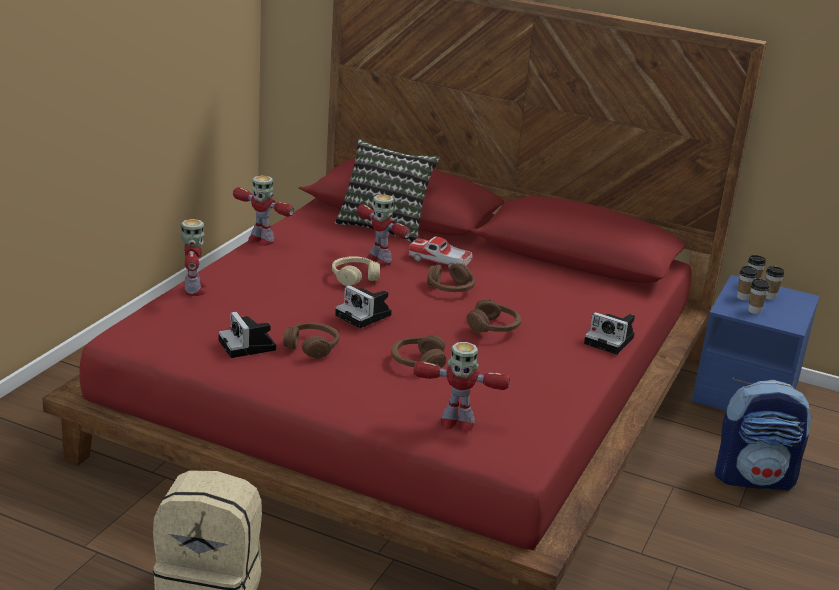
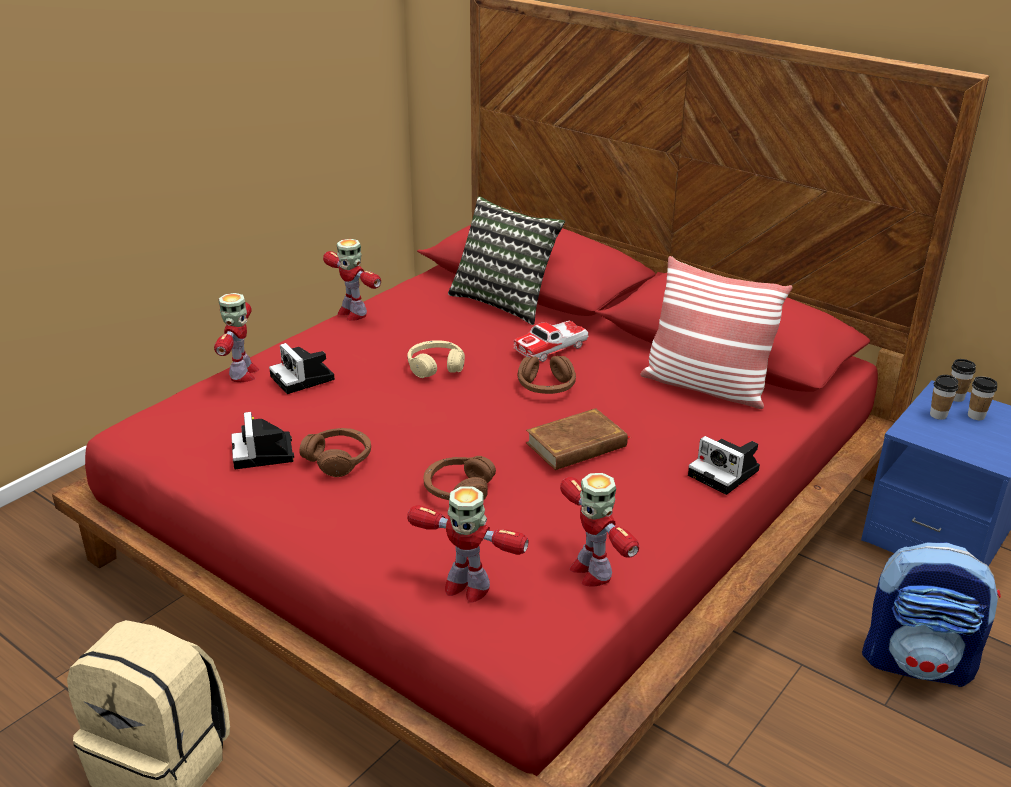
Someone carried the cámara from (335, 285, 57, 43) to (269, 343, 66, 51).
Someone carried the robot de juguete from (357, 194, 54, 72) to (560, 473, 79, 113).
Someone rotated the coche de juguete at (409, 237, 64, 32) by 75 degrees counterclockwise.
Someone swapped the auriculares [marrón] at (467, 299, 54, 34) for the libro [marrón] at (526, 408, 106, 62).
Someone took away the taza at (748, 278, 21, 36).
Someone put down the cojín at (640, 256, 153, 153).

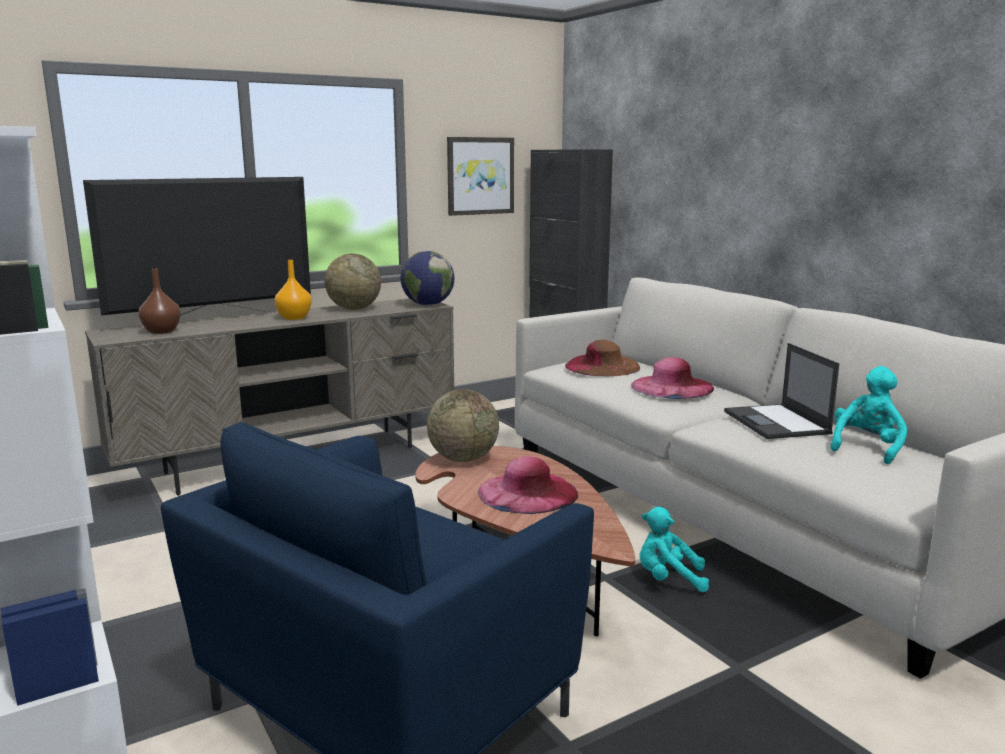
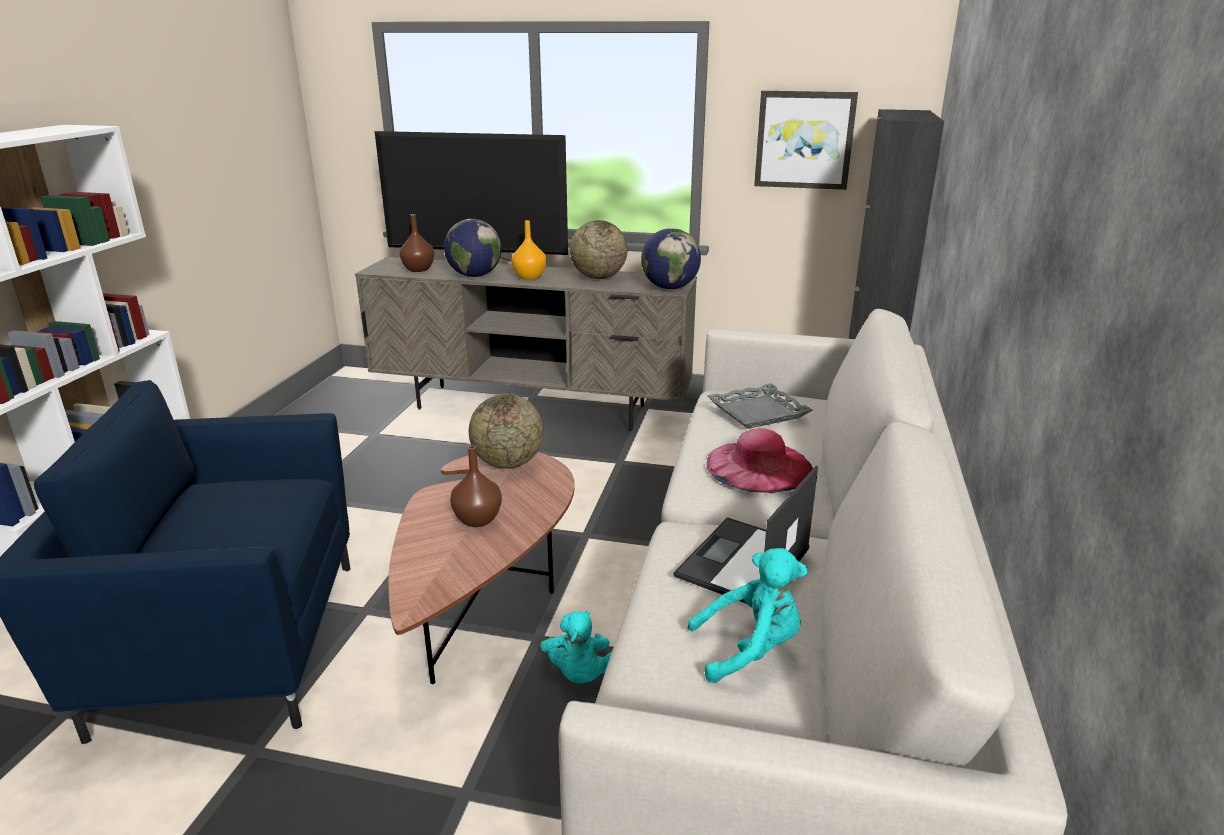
Someone swapped the sombrero [rosa] at (478, 456, 100, 58) for the florero [marrón] at (450, 446, 52, 81).
Someone swapped the sombrero [marrón] at (565, 340, 75, 36) for the bandeja [gris] at (707, 383, 106, 46).
Someone rotated the peluche [turquesa] at (640, 507, 69, 85) by 150 degrees counterclockwise.
Someone put down the globo terráqueo at (444, 219, 58, 58).

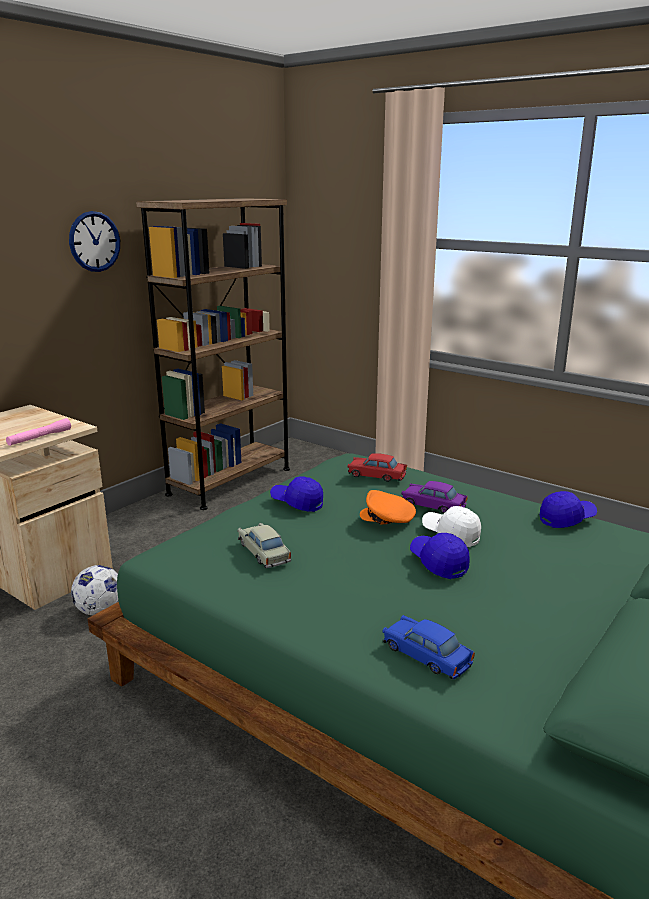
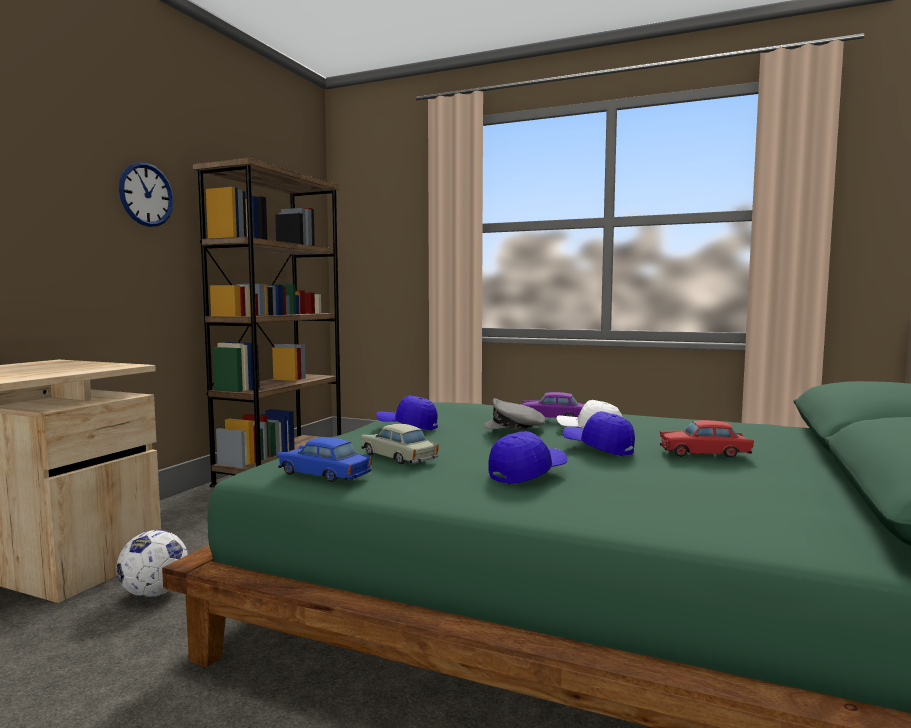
Someone took away the linterna [rosa] at (6, 418, 65, 28).
Someone carried the coche de juguete [rojo] from (348, 453, 59, 29) to (660, 420, 94, 38).
Someone repainted the gorra [naranja] at (360, 490, 56, 34), which became the gorra [gris] at (484, 398, 61, 31).
Someone carried the coche de juguete [azul] from (382, 615, 93, 64) to (277, 437, 95, 45).
Someone carried the gorra [azul] from (540, 491, 57, 37) to (489, 431, 78, 53).

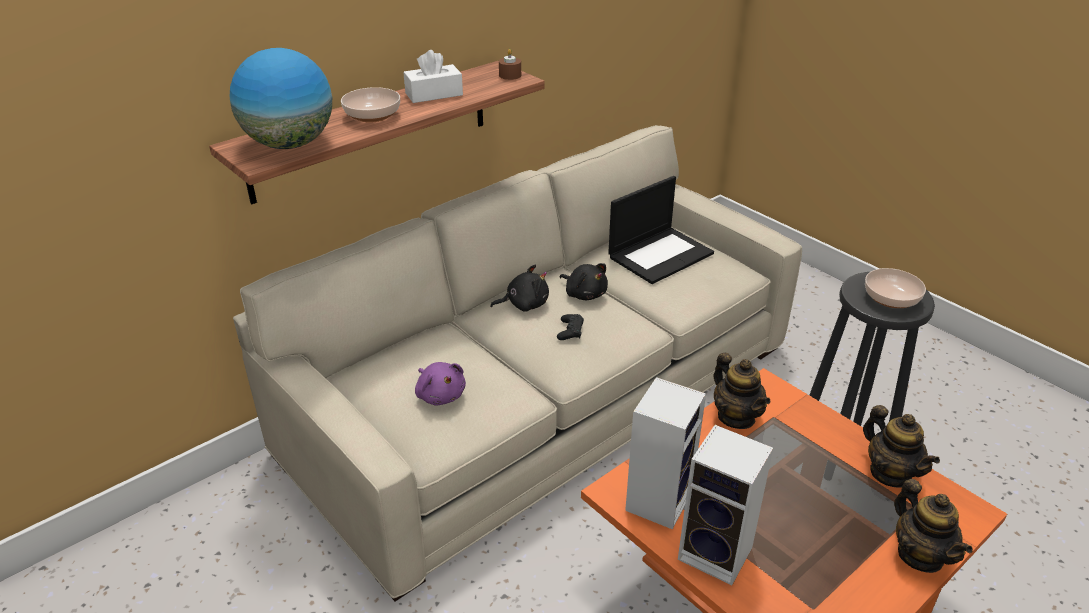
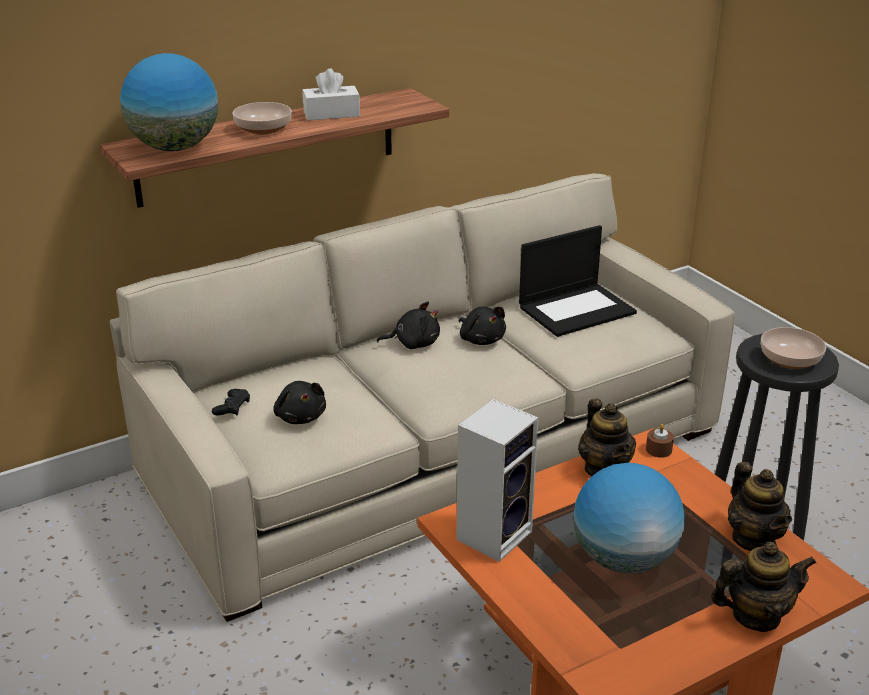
Someone repainted the peluche [morado] at (415, 362, 51, 43), which became the peluche [negro] at (273, 381, 53, 43).
Someone carried the vela [marrón] from (499, 49, 22, 31) to (646, 424, 28, 34).
Someone carried the mando de consola [negro] from (557, 314, 27, 26) to (212, 389, 38, 26).
Someone took away the altavoz at (678, 425, 95, 160).
Someone rotated the tetera at (894, 479, 79, 94) by 90 degrees counterclockwise.
Someone put down the globo terráqueo at (574, 463, 111, 111).

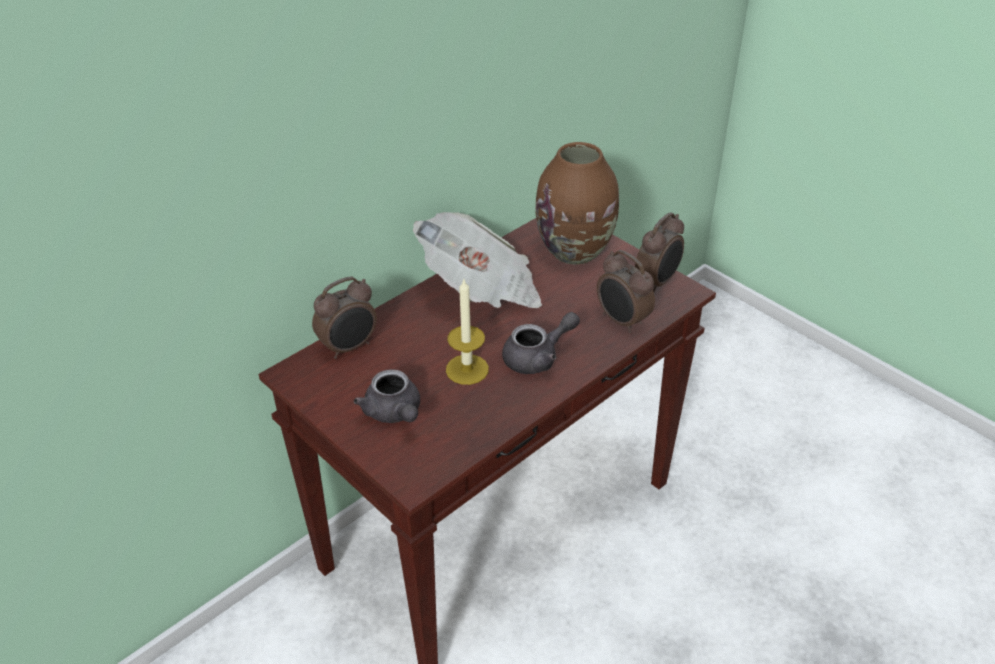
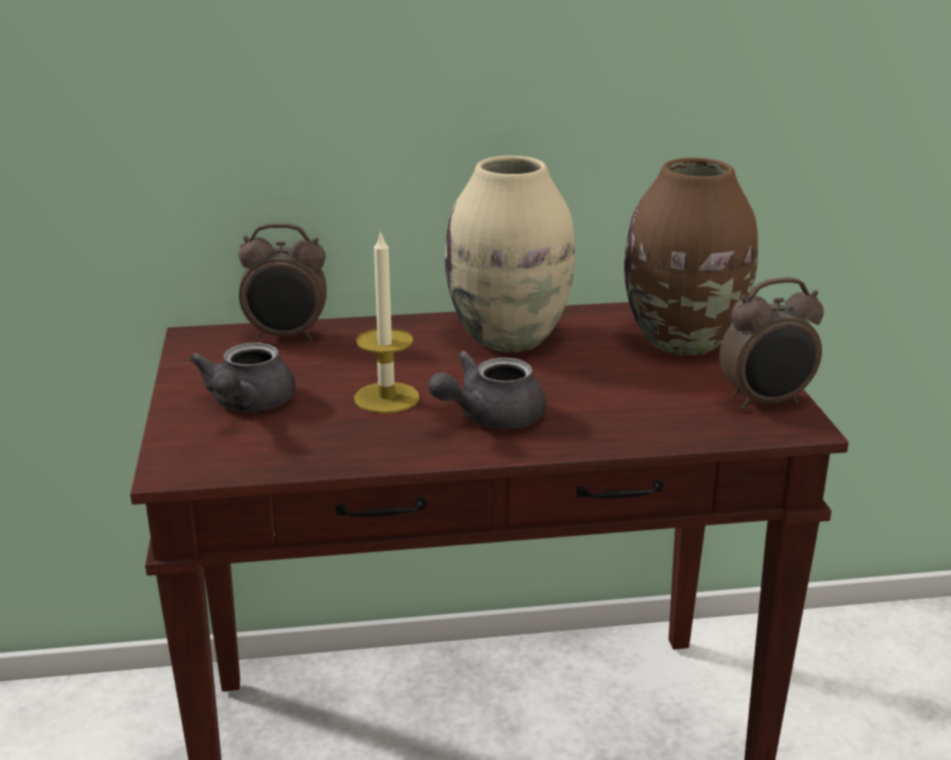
Someone swapped the periódico at (413, 212, 129, 96) for the florero [beis] at (445, 156, 130, 196).
Someone rotated the tetera [gris] at (502, 312, 78, 62) by 135 degrees clockwise.
Someone took away the despertador at (597, 250, 58, 83).

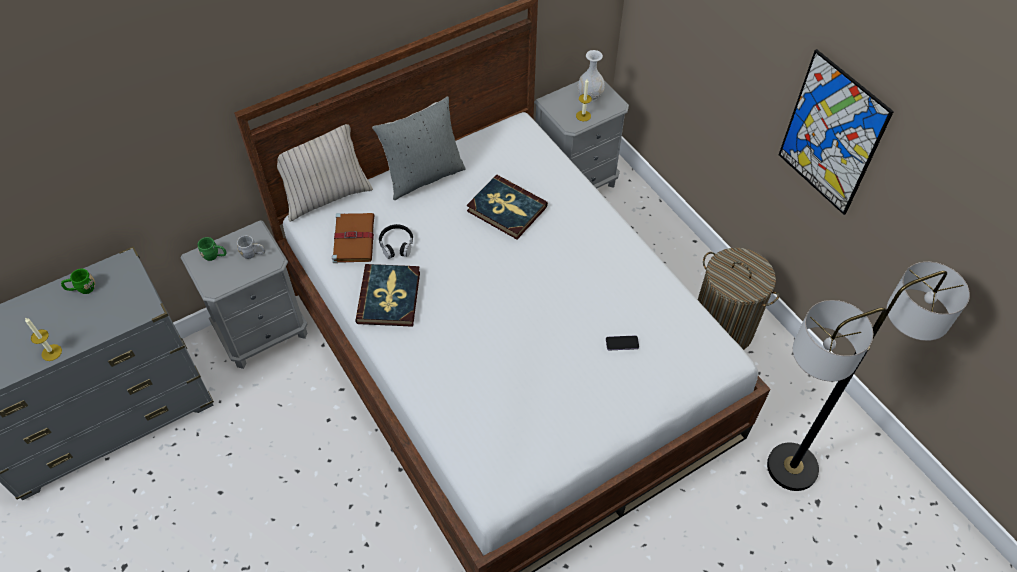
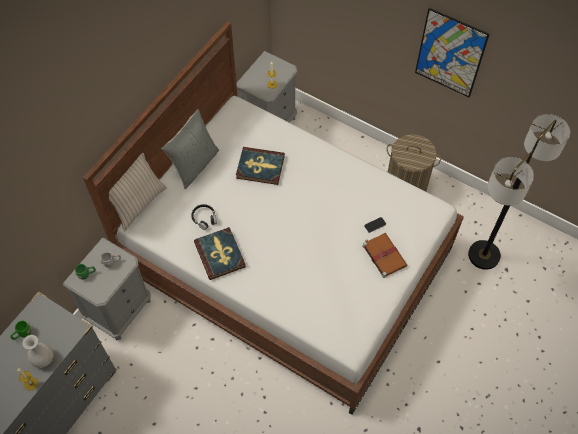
Someone carried the libro [marrón] from (332, 213, 42, 50) to (362, 233, 46, 45).
Someone carried the florero [blanco] from (578, 50, 27, 52) to (22, 335, 31, 33).

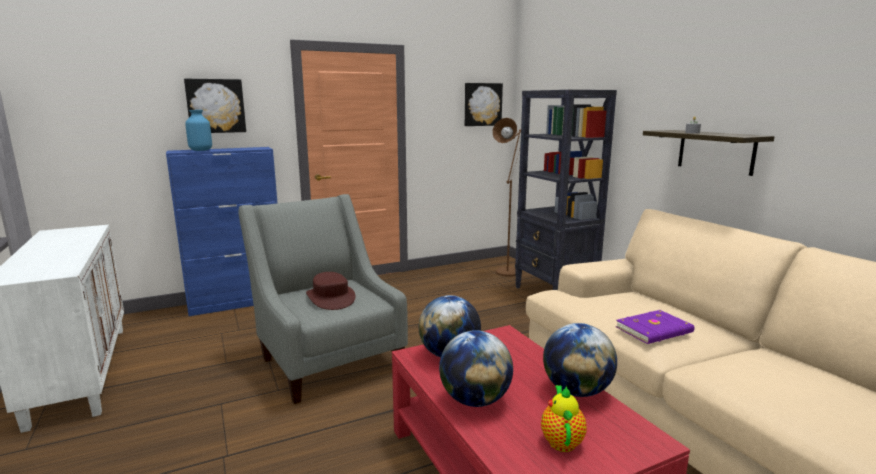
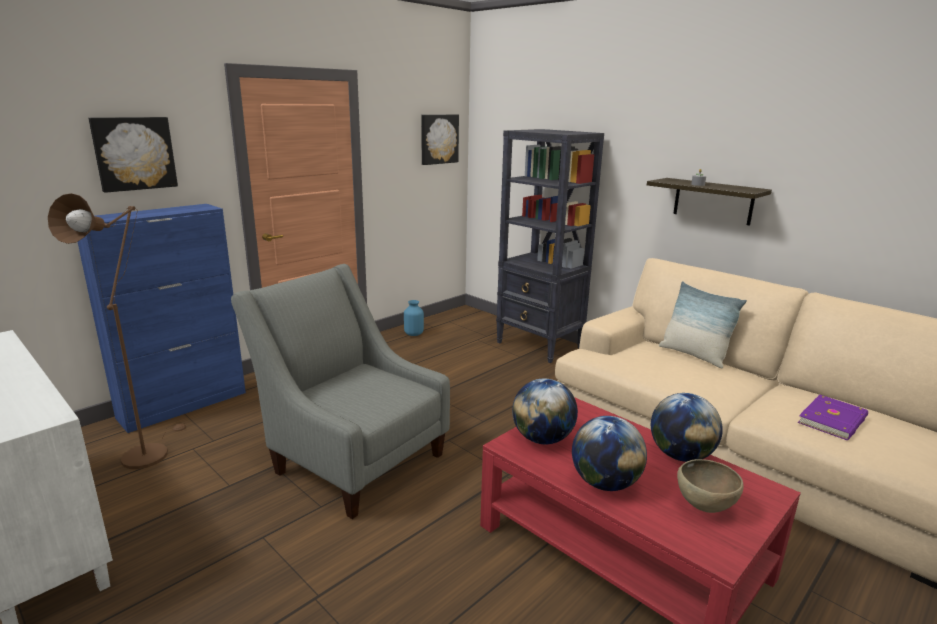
Someone carried the florero [azul] from (185, 110, 27, 41) to (404, 300, 20, 36).
Someone took away the sombrero [marrón] at (306, 272, 49, 38).
Someone carried the lámpara de pie [marrón] from (493, 118, 28, 159) to (48, 193, 138, 276).
Someone swapped the tetera at (541, 385, 46, 67) for the cuenco [marrón] at (677, 459, 67, 54).
Someone carried the libro [morado] from (616, 310, 78, 34) to (798, 395, 70, 45).
Someone put down the cojín at (659, 281, 88, 87).

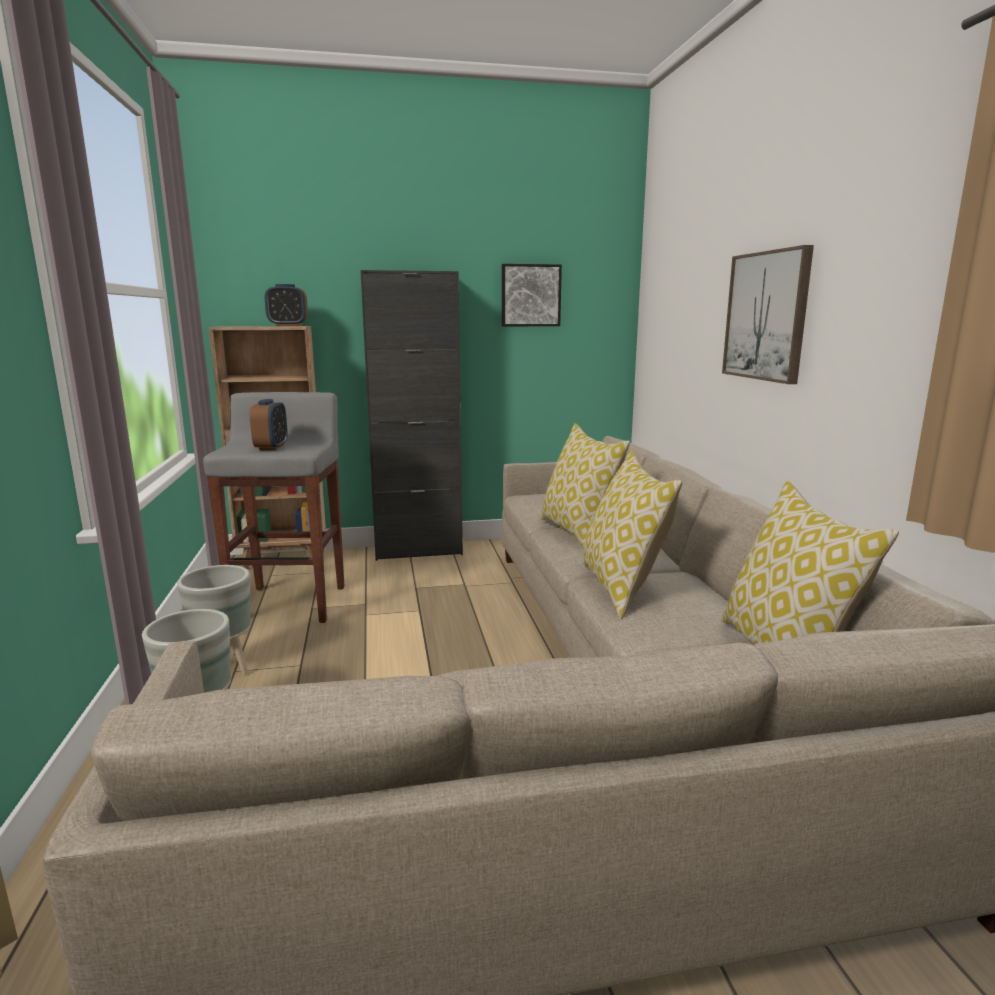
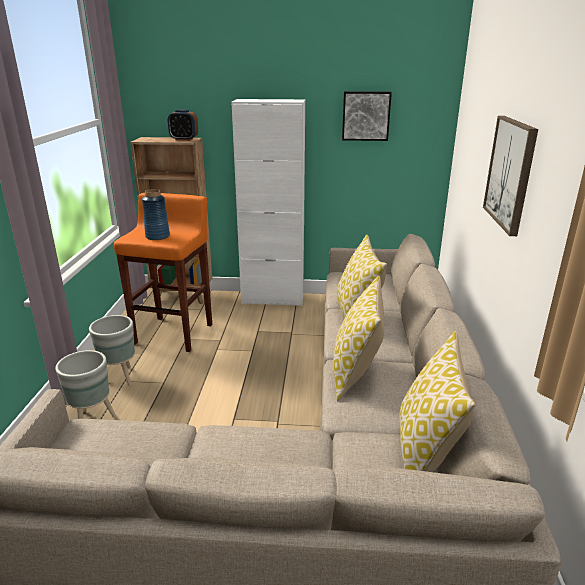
Someone repainted the taburete [gris] at (203, 392, 142, 231), which became the taburete [naranja] at (114, 193, 98, 159).
Someone swapped the despertador at (250, 399, 38, 51) for the florero [azul] at (142, 189, 28, 51).
Someone repainted the armario [negro] at (360, 270, 103, 291), which became the armario [blanco] at (232, 99, 73, 207).

